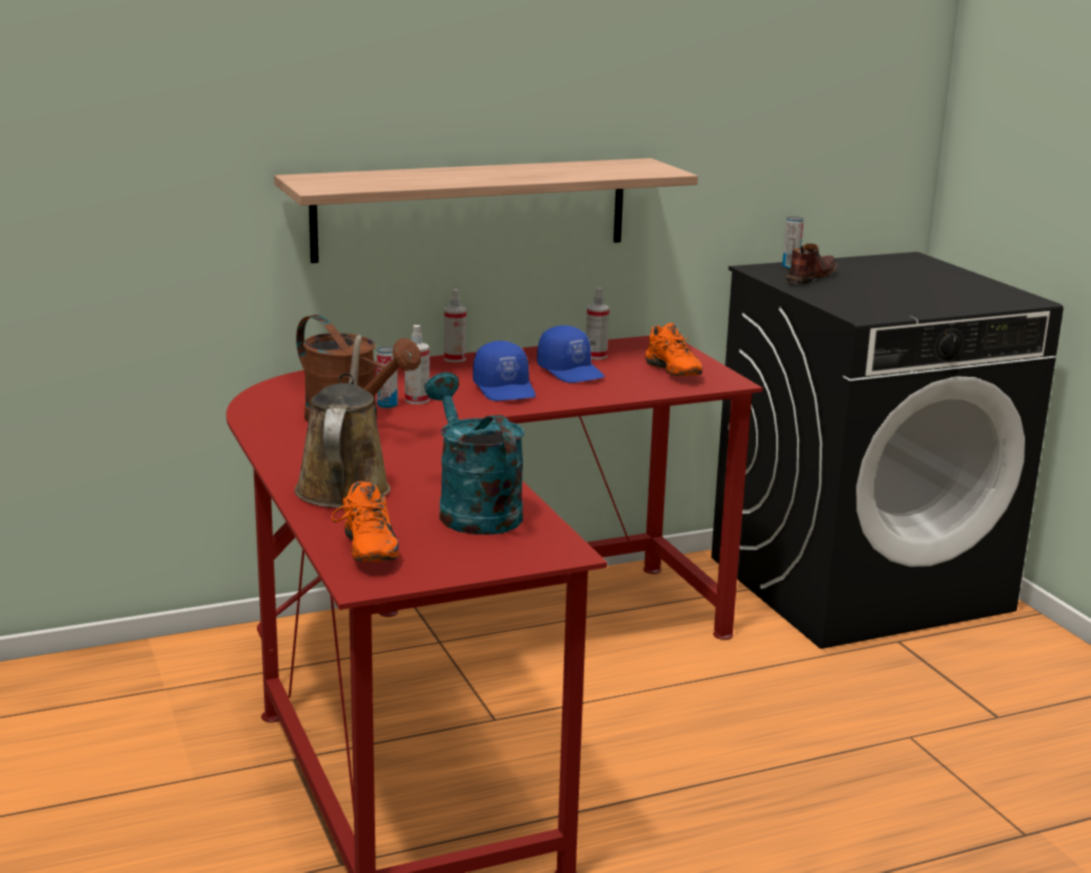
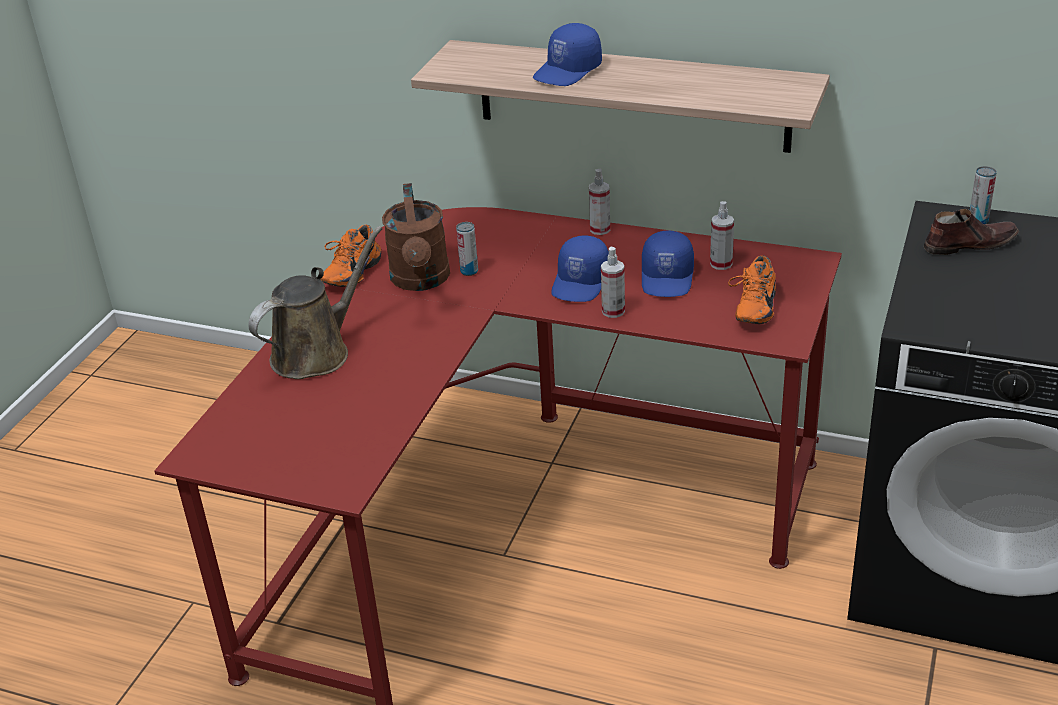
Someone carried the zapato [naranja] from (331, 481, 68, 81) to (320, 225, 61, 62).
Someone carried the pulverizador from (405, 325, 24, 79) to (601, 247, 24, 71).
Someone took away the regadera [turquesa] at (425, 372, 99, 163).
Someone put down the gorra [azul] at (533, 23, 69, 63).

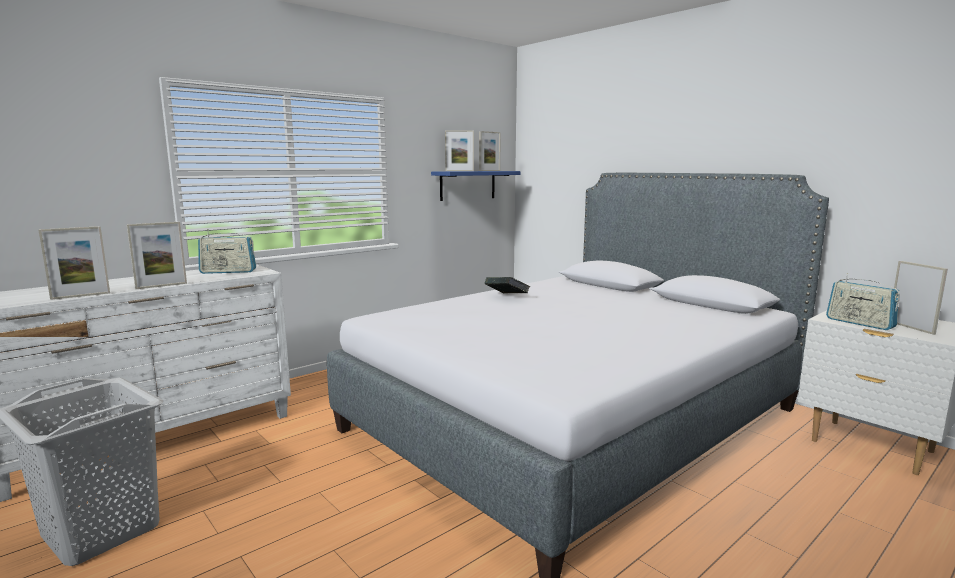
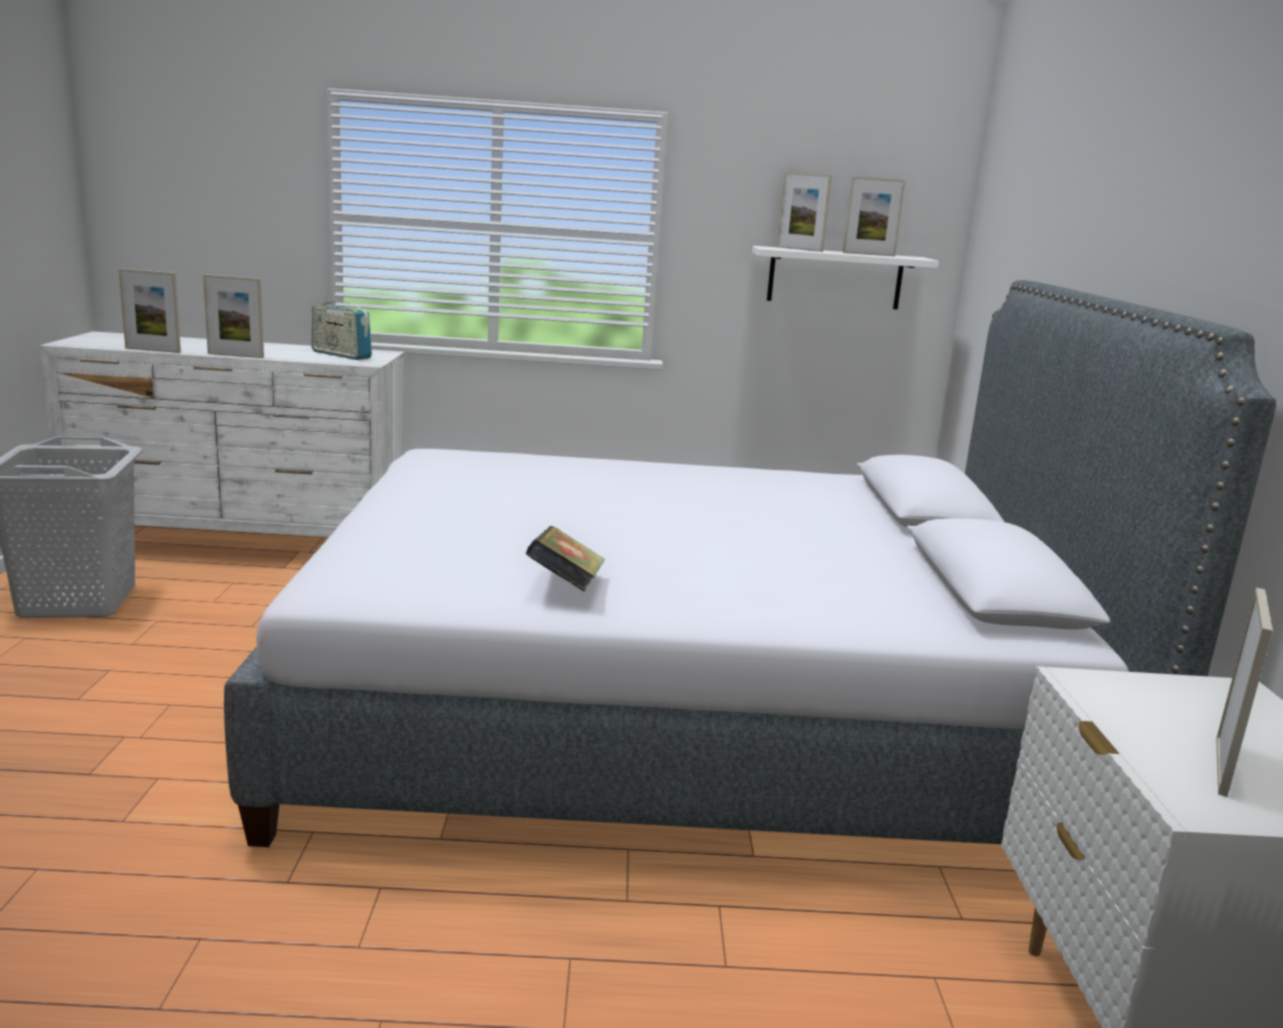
Someone repainted the estante [azul] at (431, 171, 90, 30), which became the estante [blanco] at (752, 246, 187, 63).
Someone carried the libro from (485, 277, 45, 17) to (525, 526, 80, 66).
Someone took away the radio at (826, 273, 74, 57).

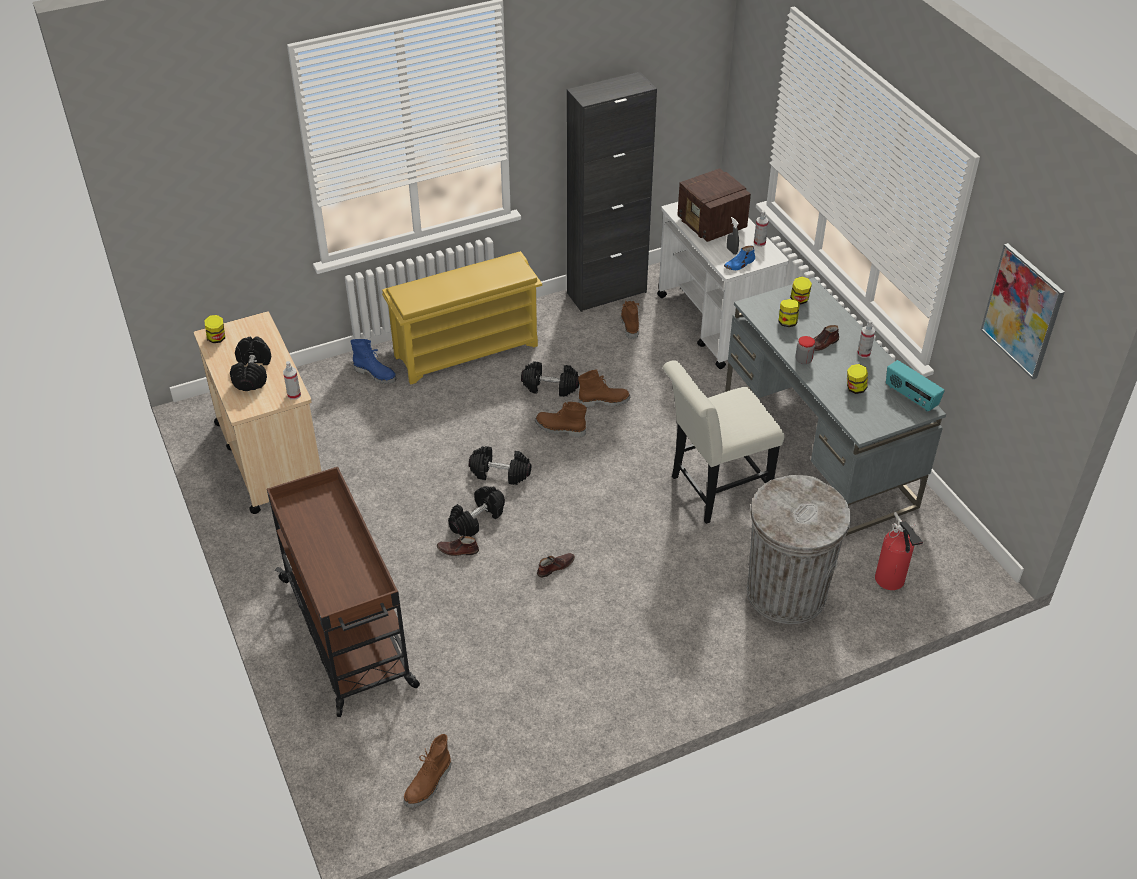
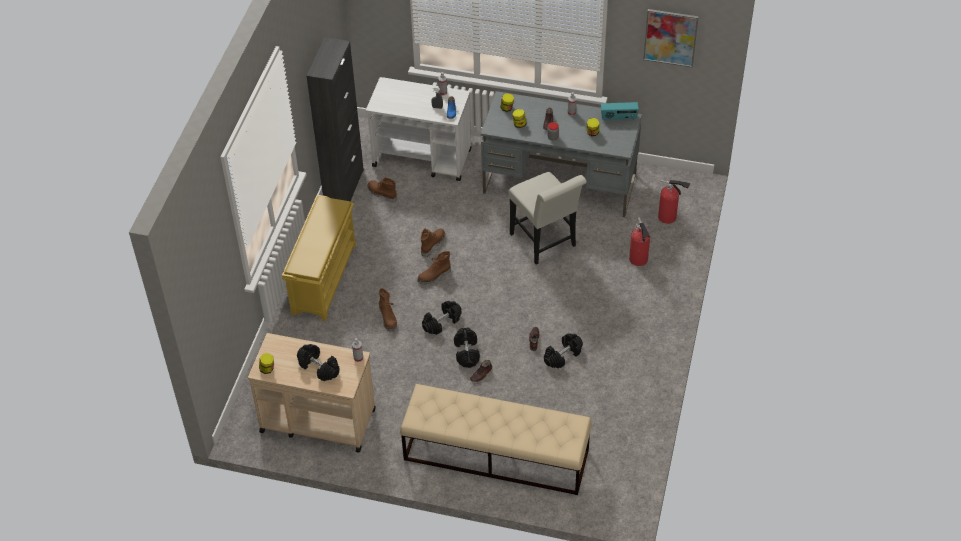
Someone swapped the carrito [marrón] at (267, 467, 153, 250) for the banco [beis] at (400, 384, 192, 111).
Someone took away the bota [azul] at (350, 339, 47, 45).
Someone carried the bota [marrón] from (404, 734, 47, 74) to (379, 288, 18, 44).
Someone carried the mancuerna [negro] from (521, 361, 58, 36) to (544, 333, 39, 35).
Someone rotated the silla [blanco] at (663, 360, 122, 164) by 45 degrees counterclockwise.
Someone took away the radio at (677, 168, 74, 74).
Someone swapped the papelera [gris] at (747, 475, 103, 149) for the extintor at (629, 217, 21, 49).

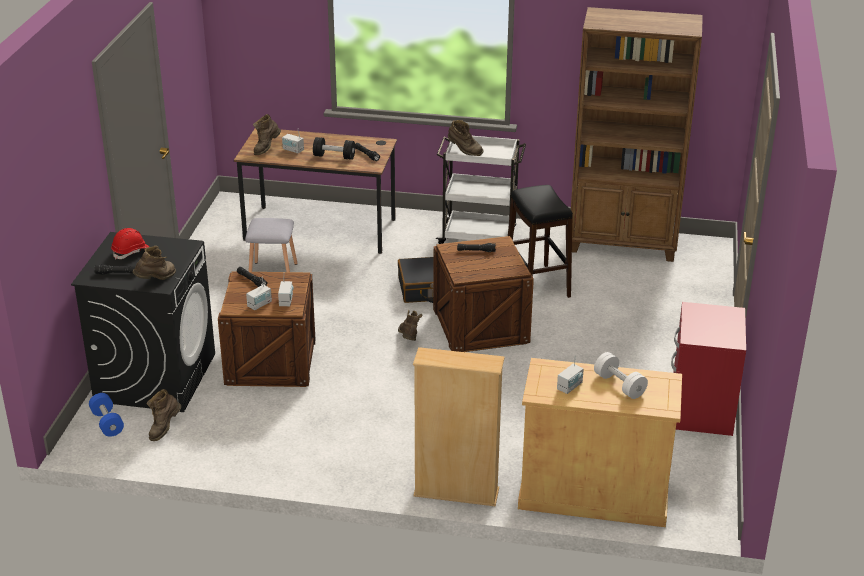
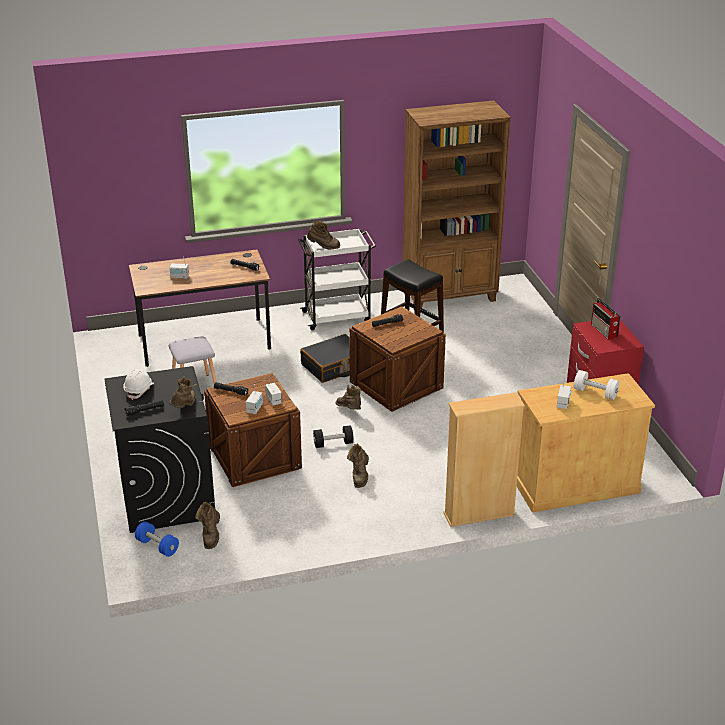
Someone repainted the casco [rojo] at (111, 228, 38, 32), which became the casco [blanco] at (123, 369, 31, 31).
Someone carried the bota [marrón] from (253, 114, 28, 41) to (347, 444, 22, 44).
Someone carried the mancuerna [negro] from (313, 137, 42, 23) to (313, 425, 41, 23).
Someone put down the radio at (591, 298, 29, 42).

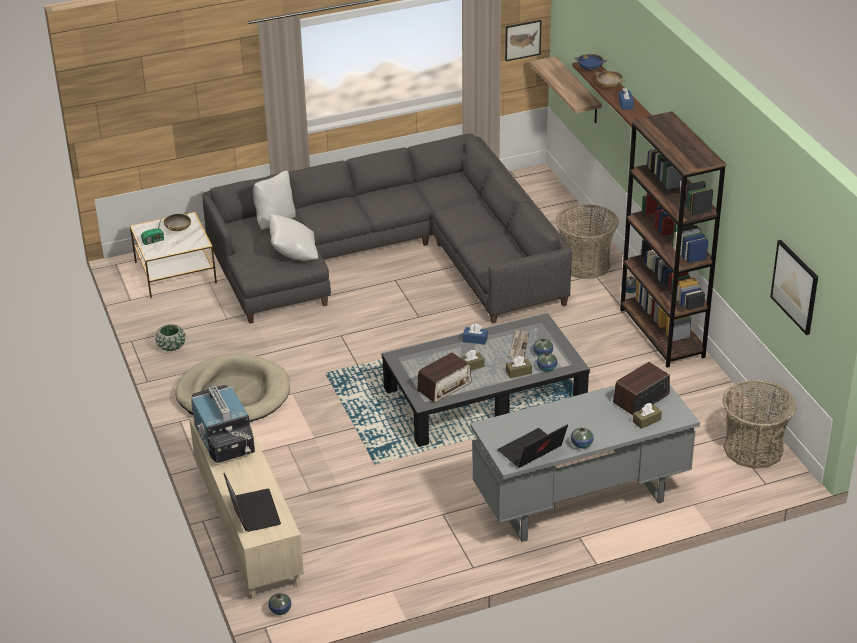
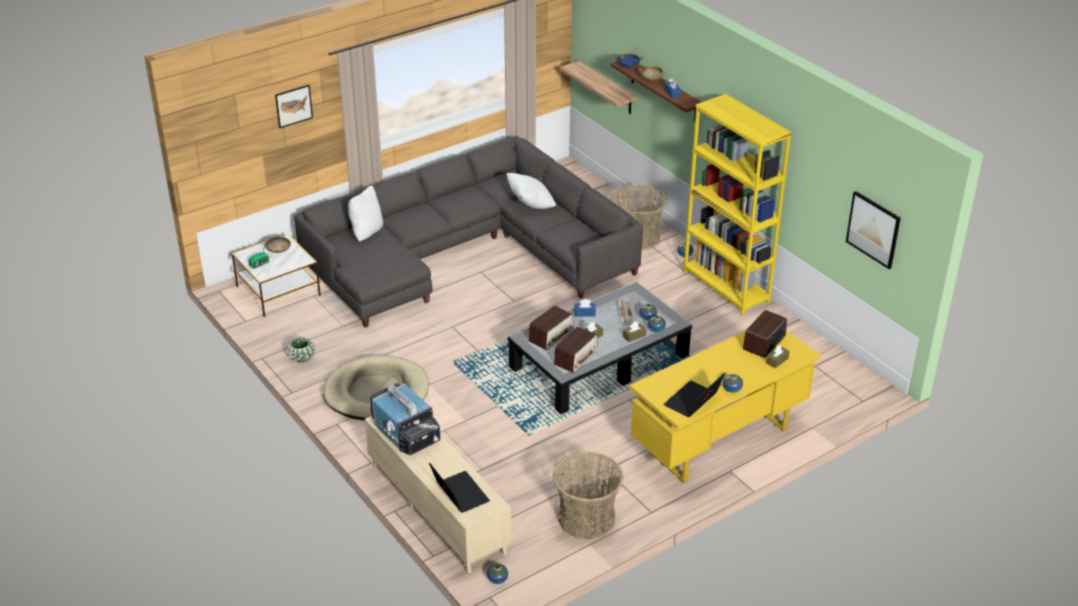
Someone carried the cojín [blanco] from (269, 214, 49, 47) to (506, 173, 50, 36).
Someone repainted the escritorio [gris] at (470, 385, 230, 157), which became the escritorio [amarillo] at (629, 330, 192, 153).
Someone carried the cuadro from (505, 20, 37, 41) to (275, 85, 38, 43).
Someone repainted the estantería [marrón] at (620, 111, 106, 257), which became the estantería [amarillo] at (683, 94, 109, 221).
Someone carried the cesta from (722, 380, 75, 89) to (552, 452, 72, 88).
Someone put down the radio at (528, 306, 46, 44).

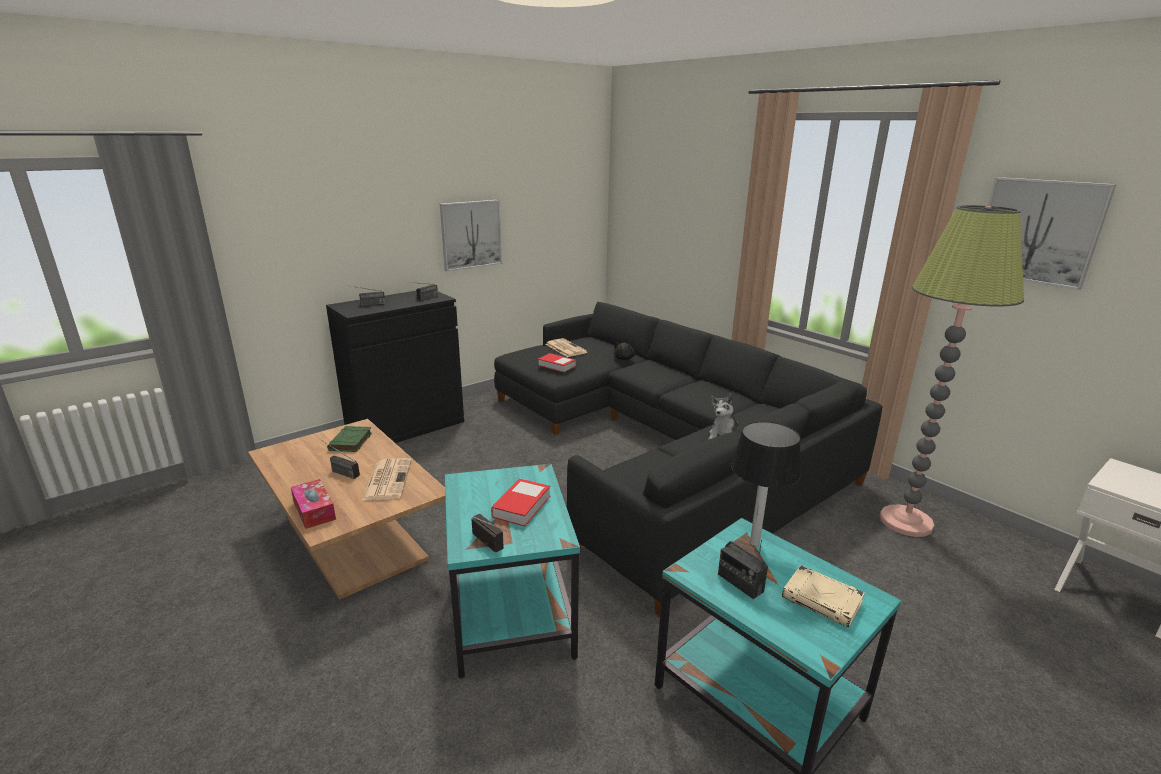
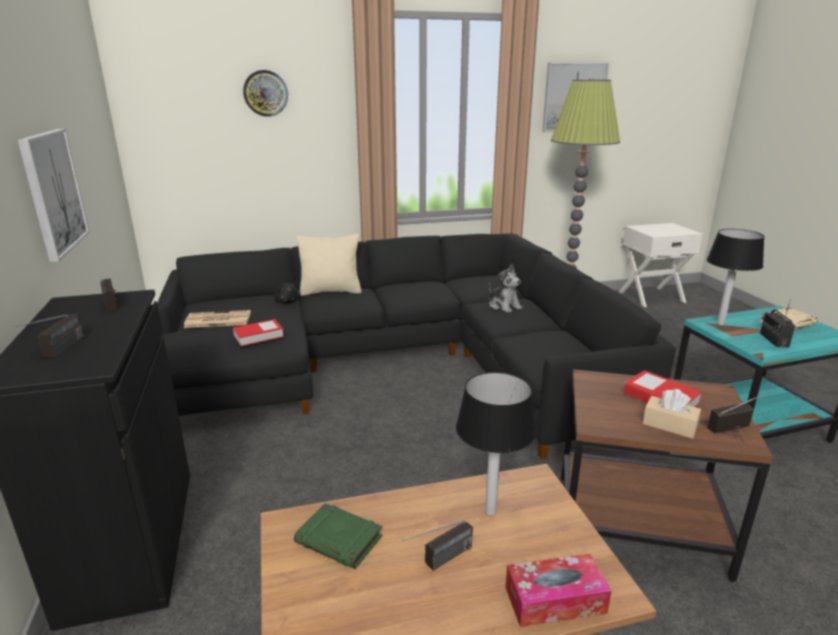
Someone swapped the periódico at (362, 458, 50, 42) for the lámpara de mesa at (456, 372, 80, 144).
Someone repainted the mesa auxiliar [turquesa] at (445, 464, 135, 215), which became the mesa auxiliar [marrón] at (561, 369, 212, 213).
Someone rotated the radio at (718, 540, 50, 59) by 105 degrees clockwise.
Someone put up the reloj de pared at (243, 70, 45, 47).
Someone put down the cojín [beis] at (296, 234, 66, 62).
Someone put down the caja de pañuelos [beis] at (643, 389, 58, 50).

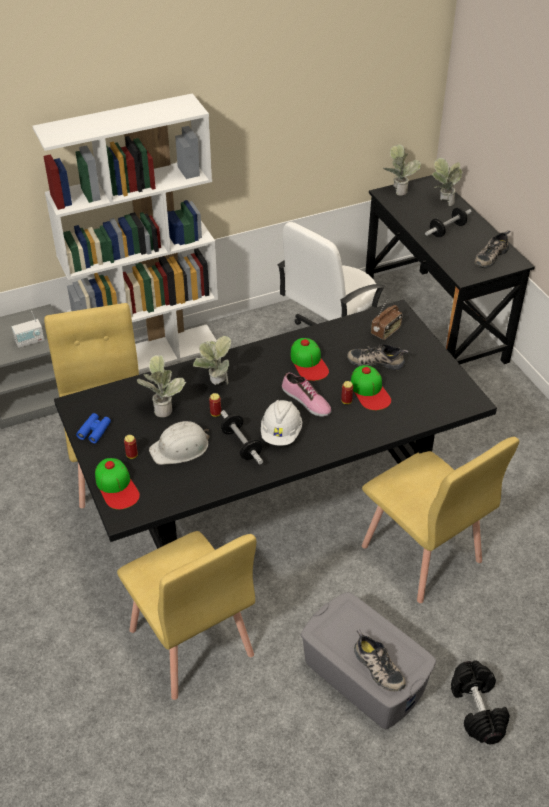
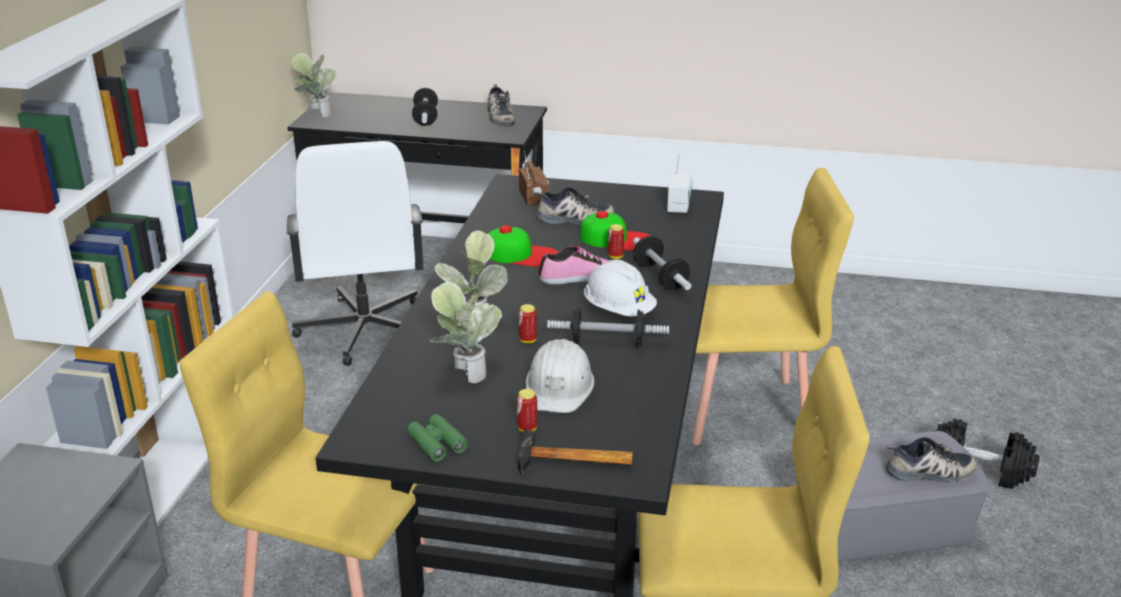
Someone carried the radio from (12, 311, 33, 37) to (667, 154, 26, 59).
Someone repainted the prismáticos [azul] at (76, 413, 35, 30), which became the prismáticos [verde] at (407, 414, 61, 48).
Someone swapped the gorra at (95, 458, 45, 52) for the martillo at (518, 430, 115, 45).
Someone rotated the zapato at (347, 344, 62, 26) by 135 degrees counterclockwise.
Someone took away the planta en maceta at (431, 158, 32, 48).
Someone put down the mancuerna at (633, 236, 58, 54).

